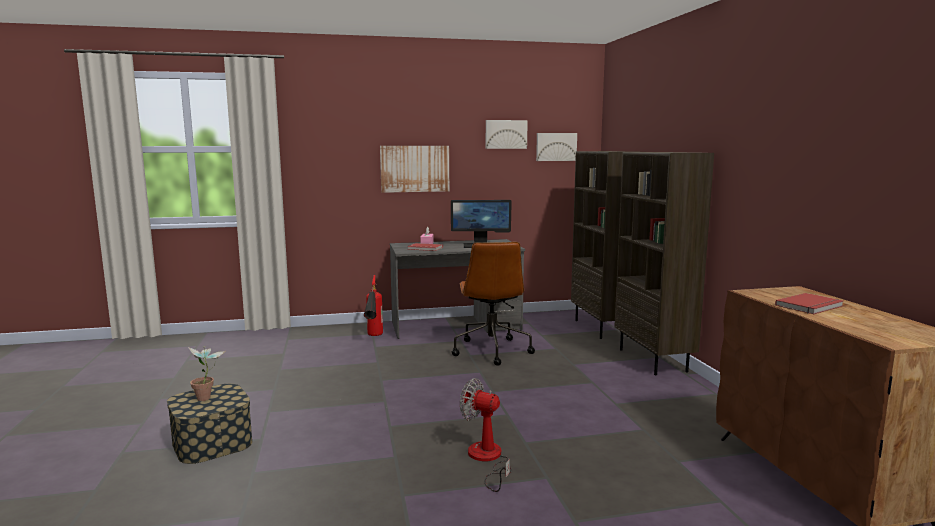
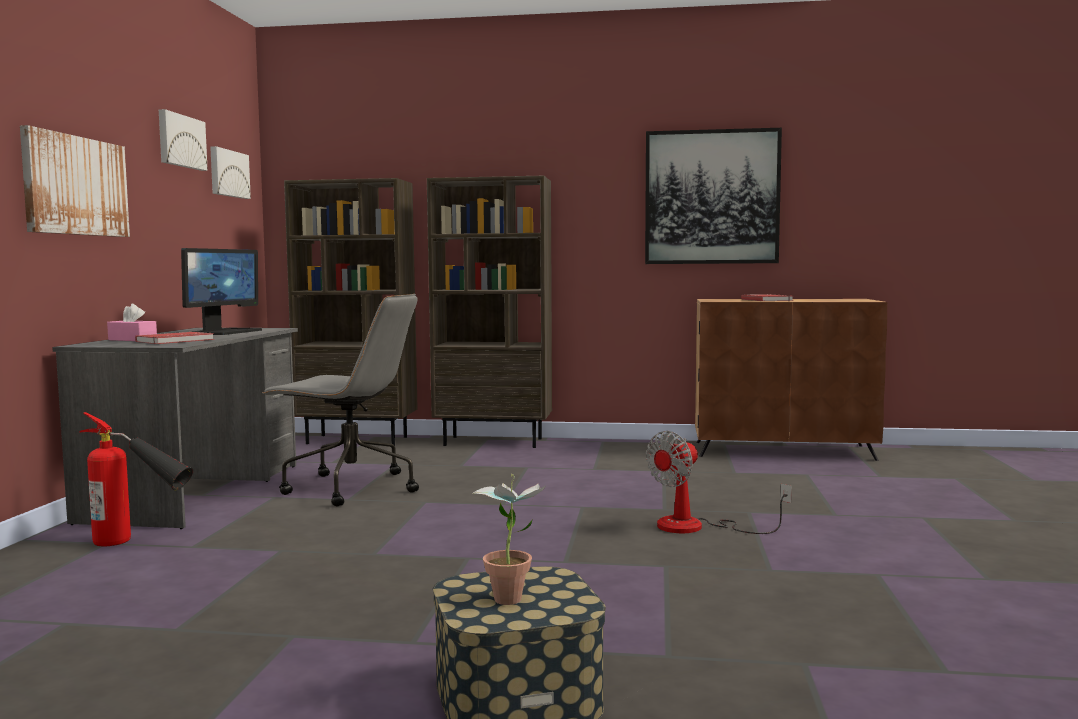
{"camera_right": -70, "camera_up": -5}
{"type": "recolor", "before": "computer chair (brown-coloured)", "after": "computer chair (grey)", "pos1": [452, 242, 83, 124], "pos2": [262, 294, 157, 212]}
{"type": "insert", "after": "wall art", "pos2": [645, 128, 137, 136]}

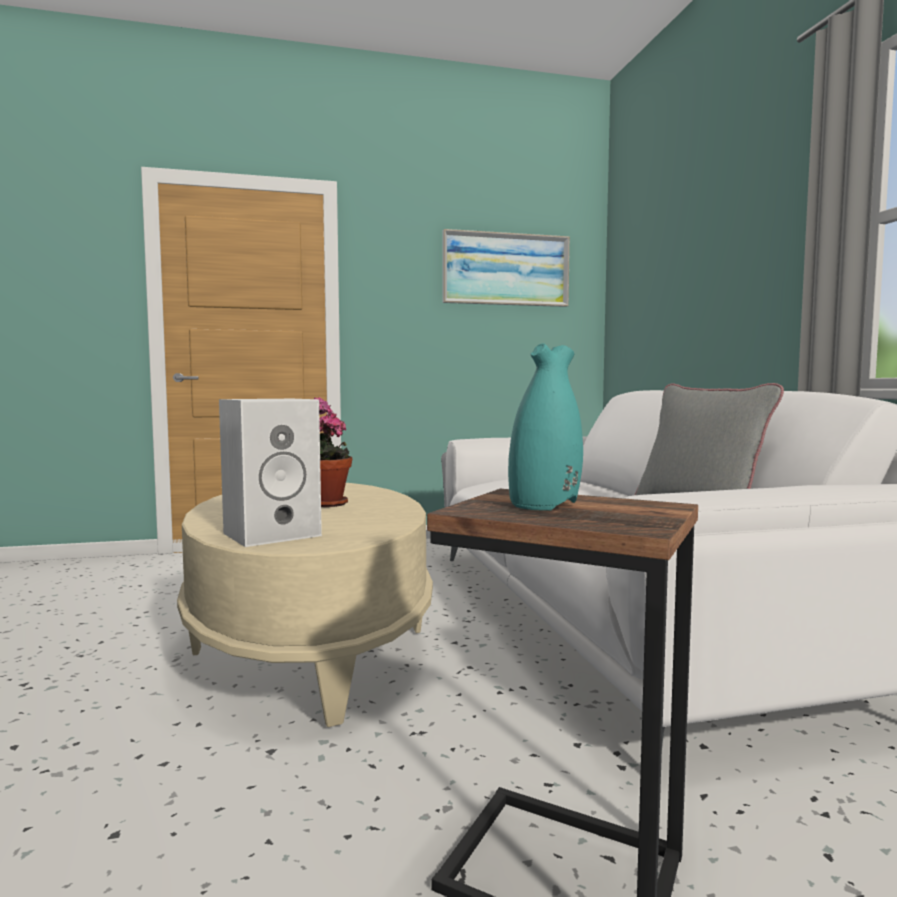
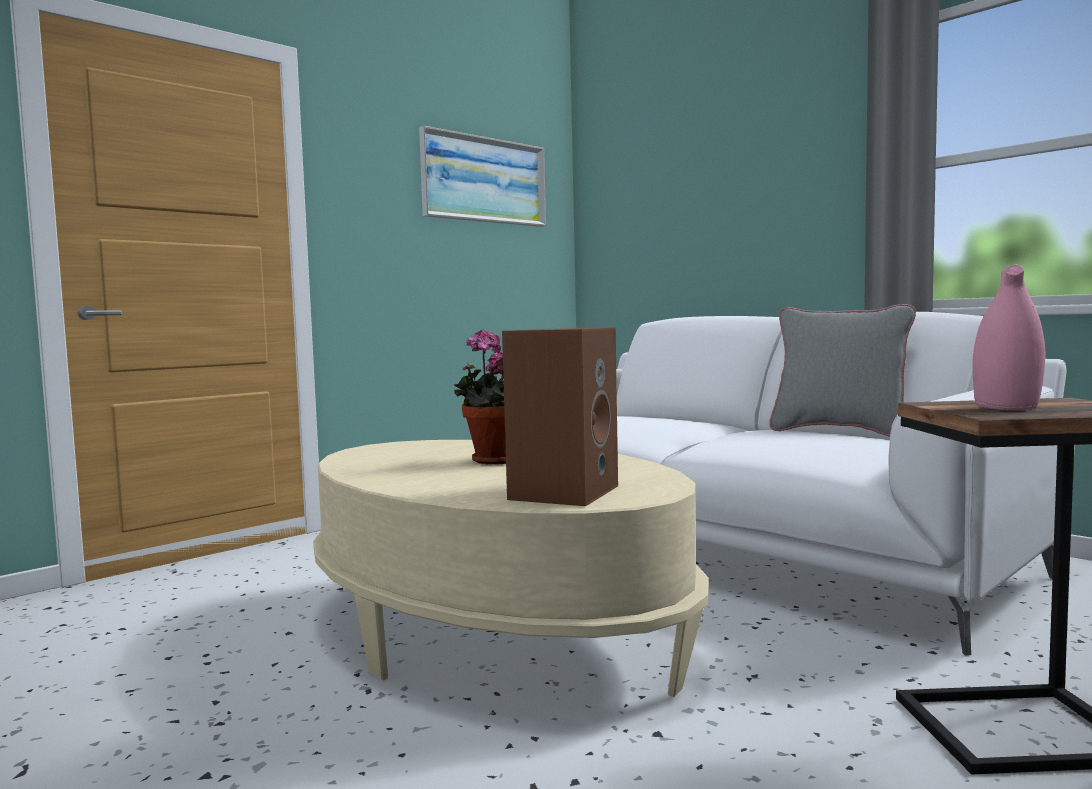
{"camera_right": -30, "camera_up": 0}
{"type": "recolor", "before": "loudspeaker (whitish)", "after": "loudspeaker (brown-coloured)", "pos1": [219, 399, 103, 148], "pos2": [502, 327, 116, 179]}
{"type": "recolor", "before": "vase (blue-green)", "after": "vase (pink)", "pos1": [508, 343, 75, 168], "pos2": [972, 264, 73, 146]}

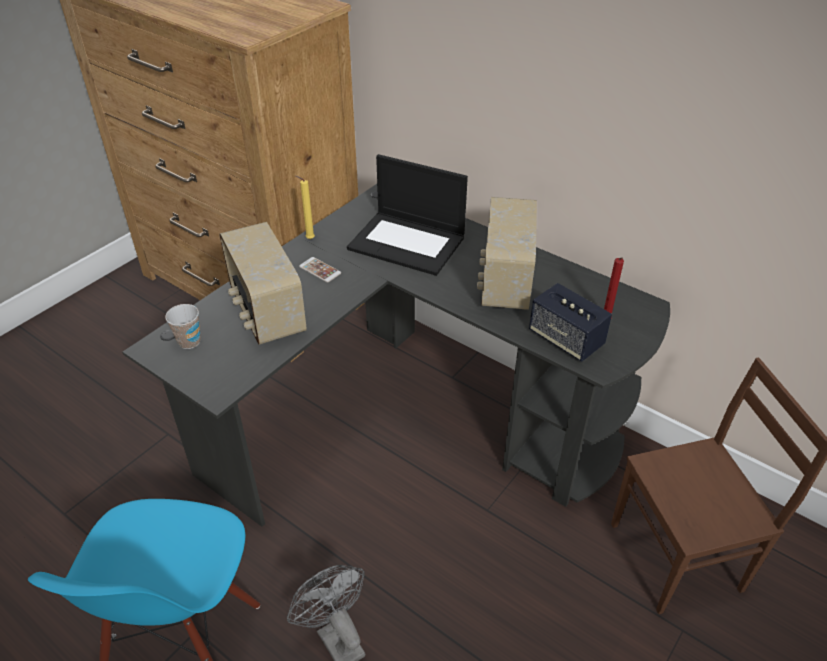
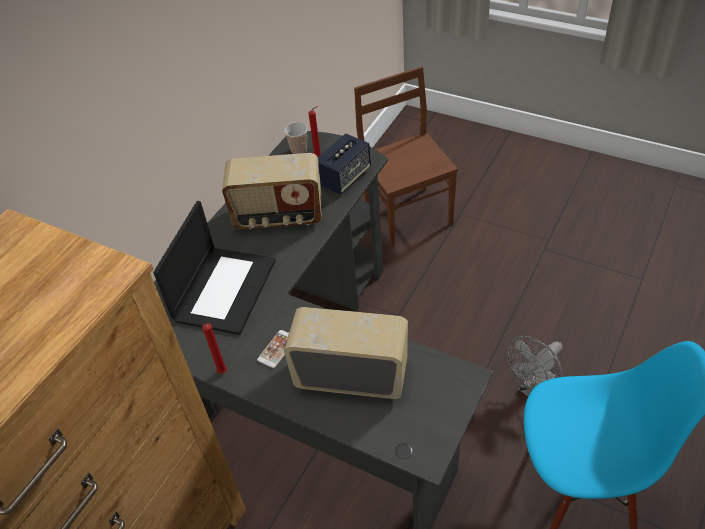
{"camera_right": -95, "camera_up": 5}
{"type": "move", "before": "small cup", "pos1": [165, 304, 35, 45], "pos2": [284, 122, 24, 32]}
{"type": "rotate", "before": "radio", "pos1": [219, 222, 88, 123], "pos2": [284, 307, 124, 92], "turn": -135}
{"type": "recolor", "before": "wax candle (yellowish)", "after": "wax candle (reddish)", "pos1": [296, 176, 19, 63], "pos2": [202, 323, 25, 51]}

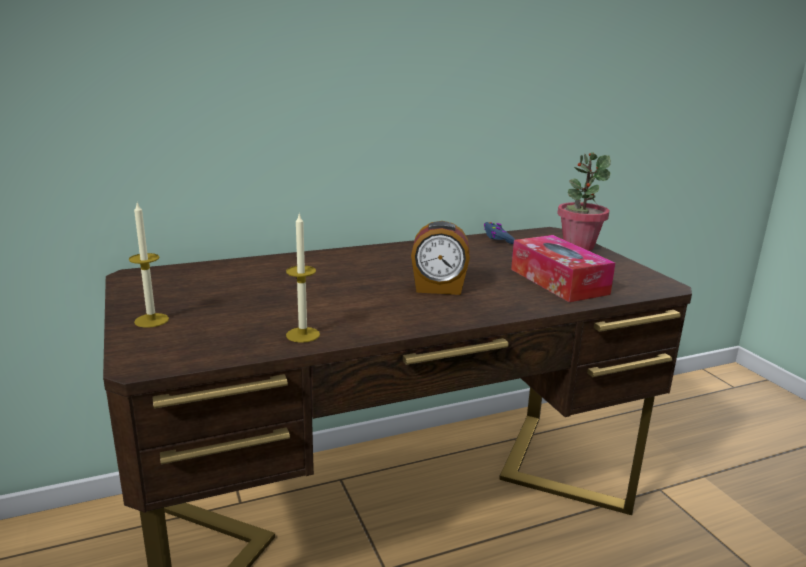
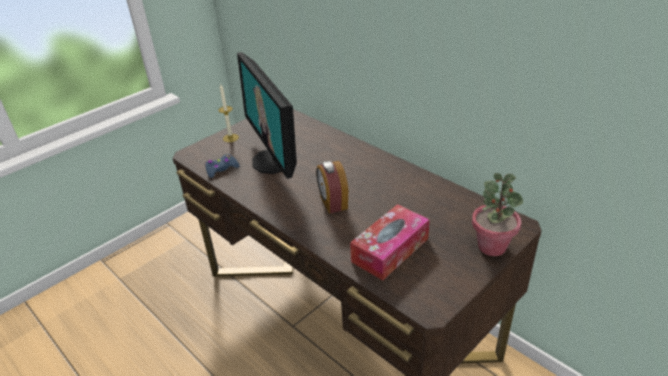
{"camera_right": 70, "camera_up": 15}
{"type": "delete", "before": "wax candle", "pos1": [286, 214, 34, 129]}
{"type": "move", "before": "game controller (blue-coloured)", "pos1": [484, 222, 31, 22], "pos2": [205, 154, 35, 24]}
{"type": "insert", "after": "computer display", "pos2": [237, 52, 60, 127]}

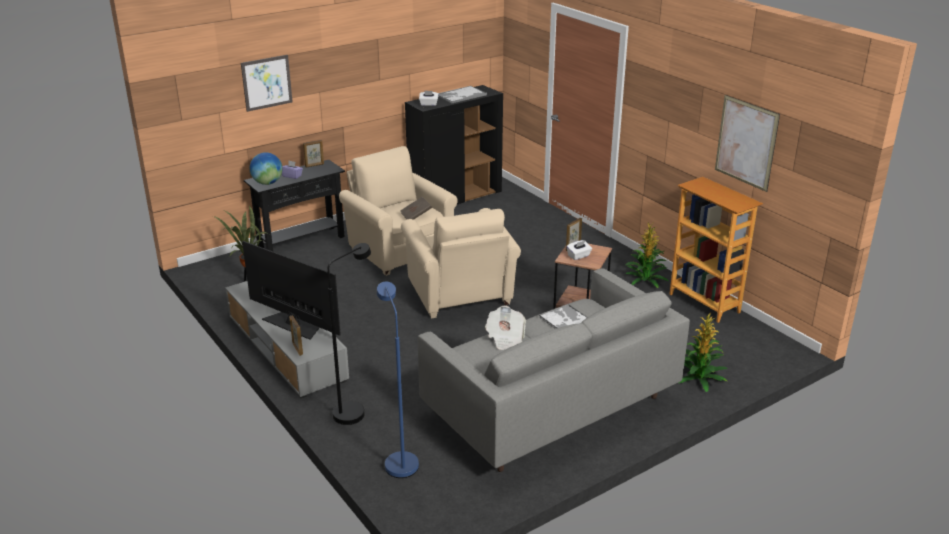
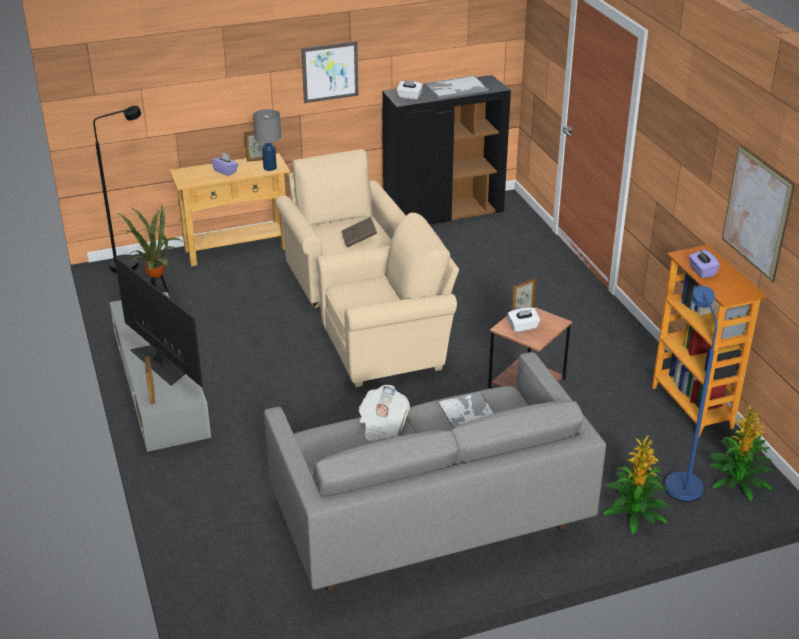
{"camera_right": 15, "camera_up": 5}
{"type": "move", "before": "wall art", "pos1": [241, 55, 52, 57], "pos2": [301, 41, 58, 62]}
{"type": "recolor", "before": "narrow table (black)", "after": "narrow table (sand-coloured)", "pos1": [244, 160, 101, 91], "pos2": [169, 153, 121, 113]}
{"type": "delete", "before": "desk globe", "pos1": [250, 152, 32, 33]}
{"type": "move", "before": "standard lamp (black)", "pos1": [328, 243, 43, 182], "pos2": [93, 106, 48, 167]}
{"type": "move", "before": "standard lamp (blue-coloured)", "pos1": [377, 281, 42, 197], "pos2": [665, 286, 53, 216]}
{"type": "rotate", "before": "easy chair (sand-coloured)", "pos1": [401, 208, 120, 111], "pos2": [316, 213, 143, 174], "turn": -105}
{"type": "move", "before": "potted plant", "pos1": [625, 222, 44, 66], "pos2": [709, 404, 64, 97]}
{"type": "insert", "after": "tabletop lamp (grey)", "pos2": [253, 109, 28, 62]}
{"type": "insert", "after": "box of tissues (purple-coloured)", "pos2": [689, 249, 31, 29]}

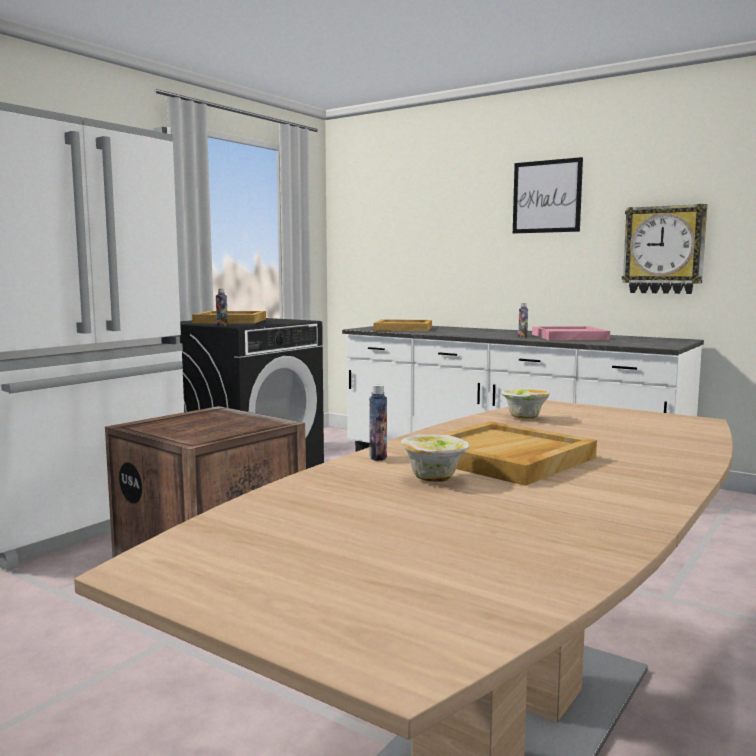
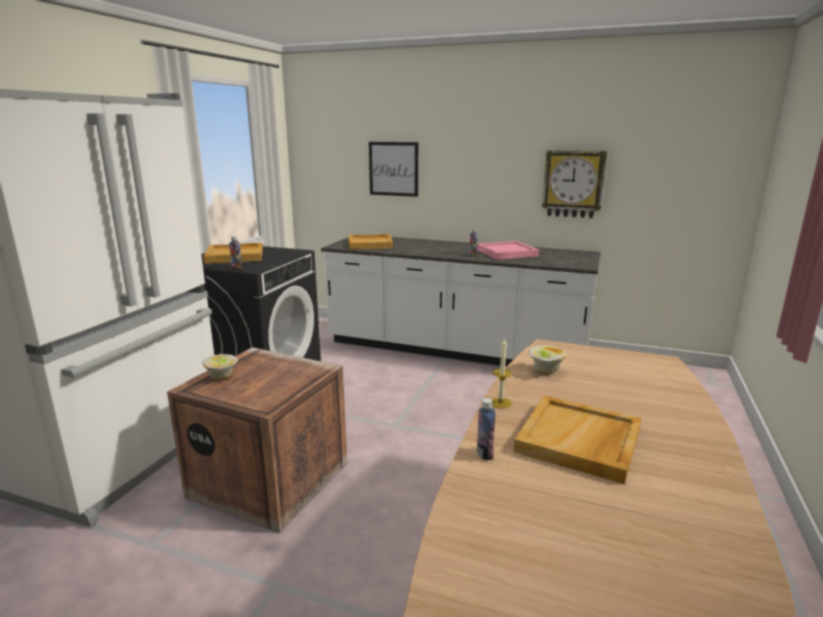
{"camera_right": -15, "camera_up": 10}
{"type": "move", "before": "serving bowl", "pos1": [401, 434, 69, 48], "pos2": [202, 354, 36, 26]}
{"type": "move", "before": "wall art", "pos1": [513, 157, 70, 77], "pos2": [369, 142, 49, 55]}
{"type": "insert", "after": "wax candle", "pos2": [491, 337, 21, 72]}

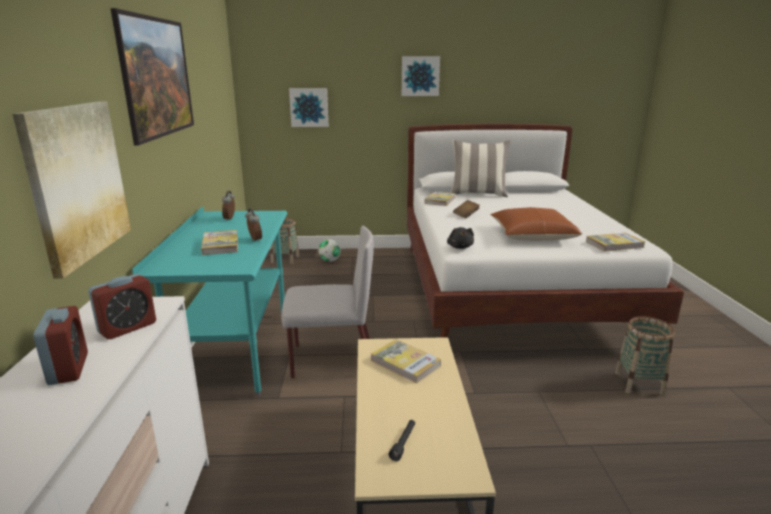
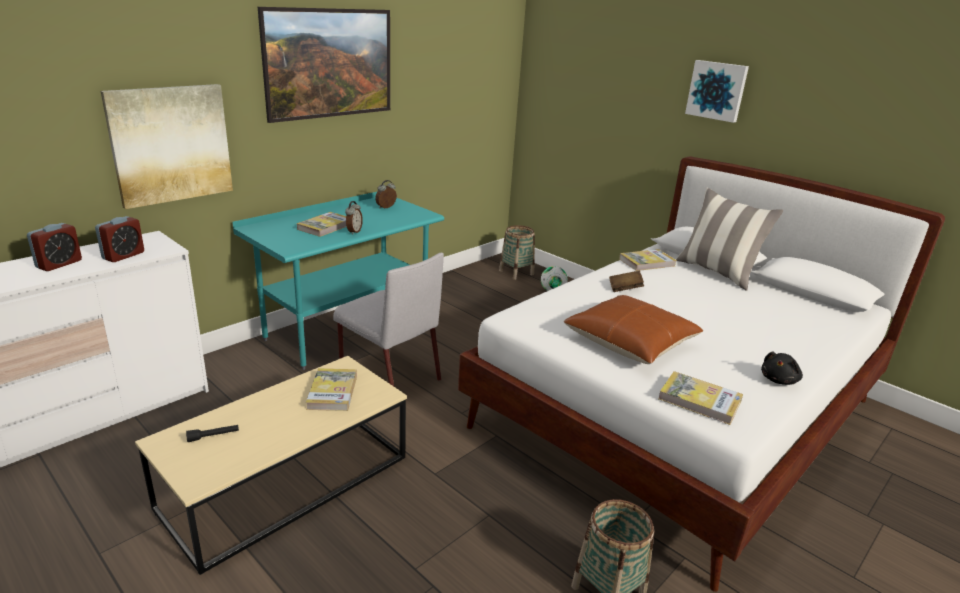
{"camera_right": 45, "camera_up": 5}
{"type": "rotate", "before": "table clock", "pos1": [88, 274, 68, 65], "pos2": [95, 216, 49, 46], "turn": -60}
{"type": "delete", "before": "wall art", "pos1": [289, 88, 39, 39]}
{"type": "move", "before": "cuddly toy (black)", "pos1": [447, 227, 27, 22], "pos2": [761, 351, 42, 34]}

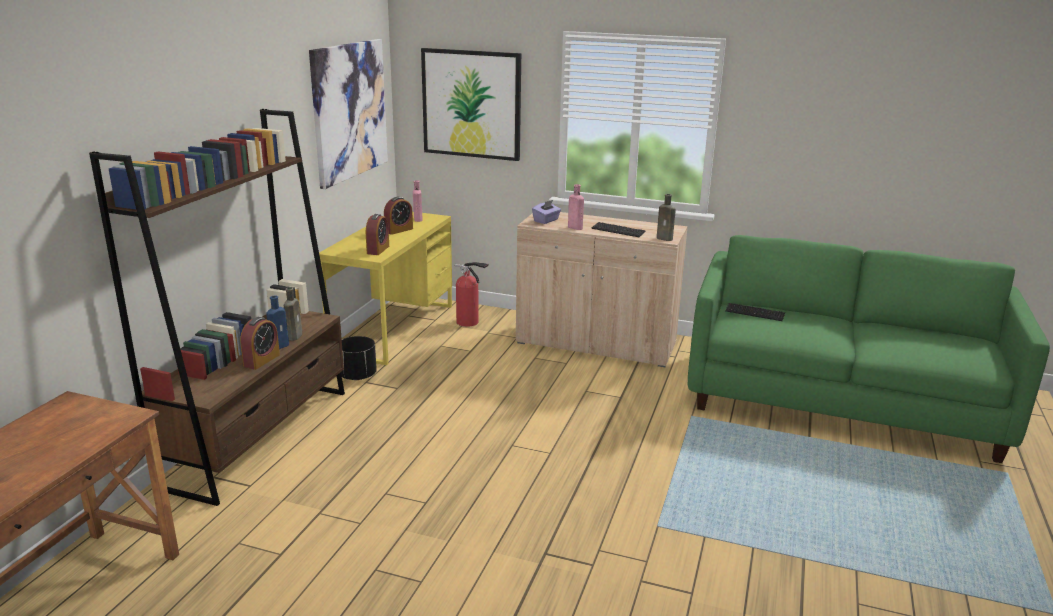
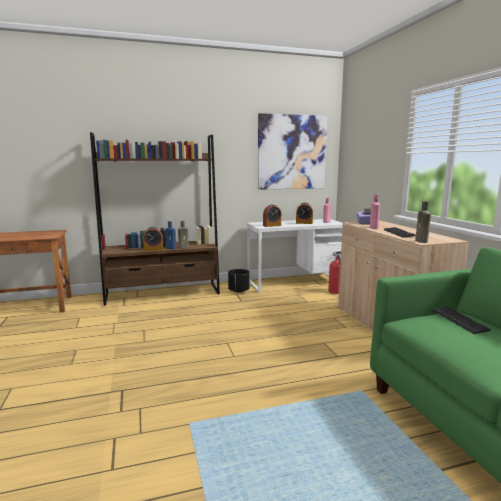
{"camera_right": 55, "camera_up": -10}
{"type": "recolor", "before": "desk (yellowish)", "after": "desk (whitish)", "pos1": [319, 212, 133, 153], "pos2": [247, 219, 96, 73]}
{"type": "delete", "before": "wall art", "pos1": [421, 48, 100, 113]}

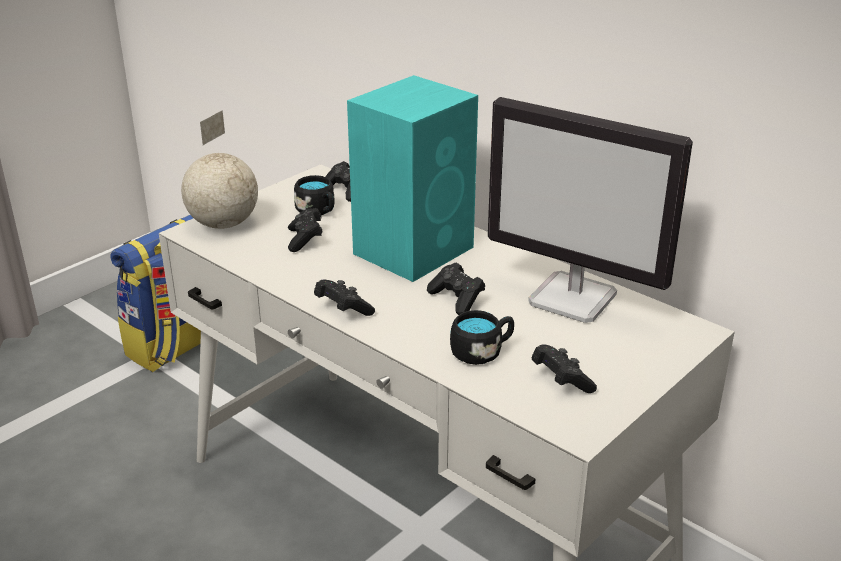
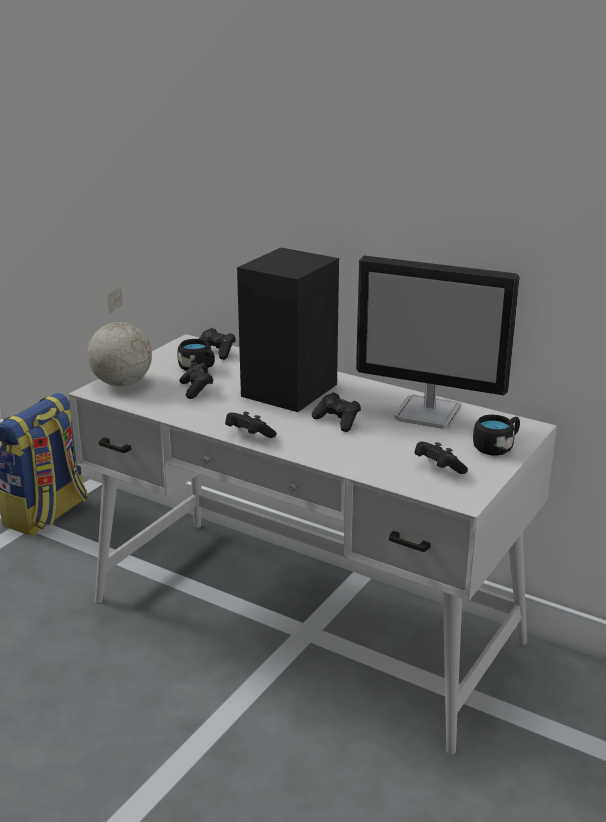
{"camera_right": -10, "camera_up": -5}
{"type": "recolor", "before": "loudspeaker (blue-green)", "after": "loudspeaker (black)", "pos1": [347, 75, 131, 207], "pos2": [237, 248, 102, 164]}
{"type": "move", "before": "tea mug (black)", "pos1": [450, 310, 64, 55], "pos2": [473, 415, 47, 41]}

